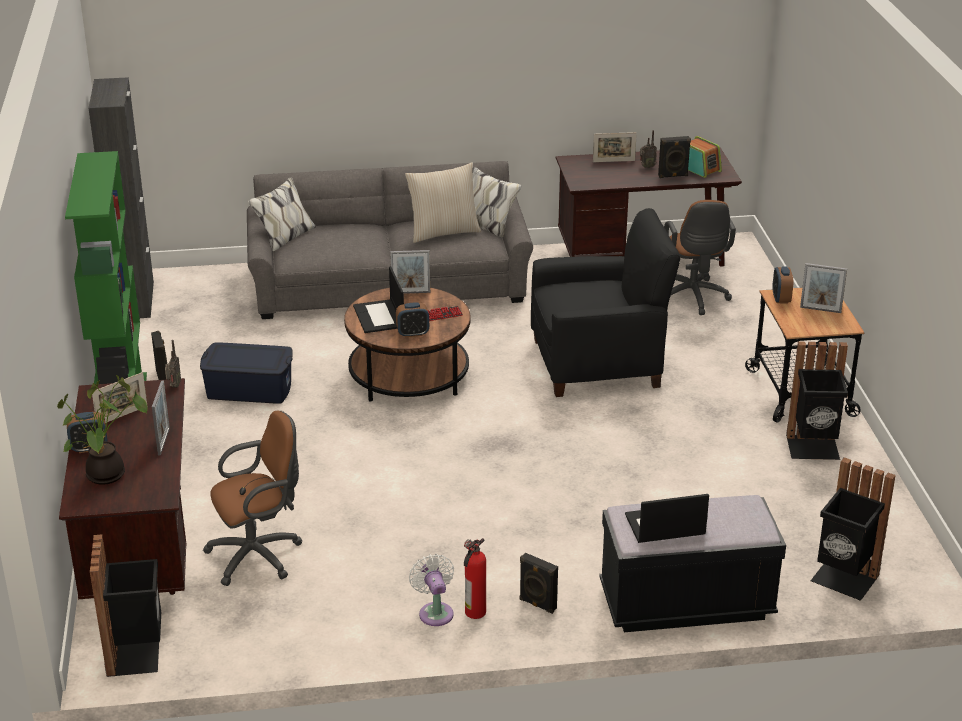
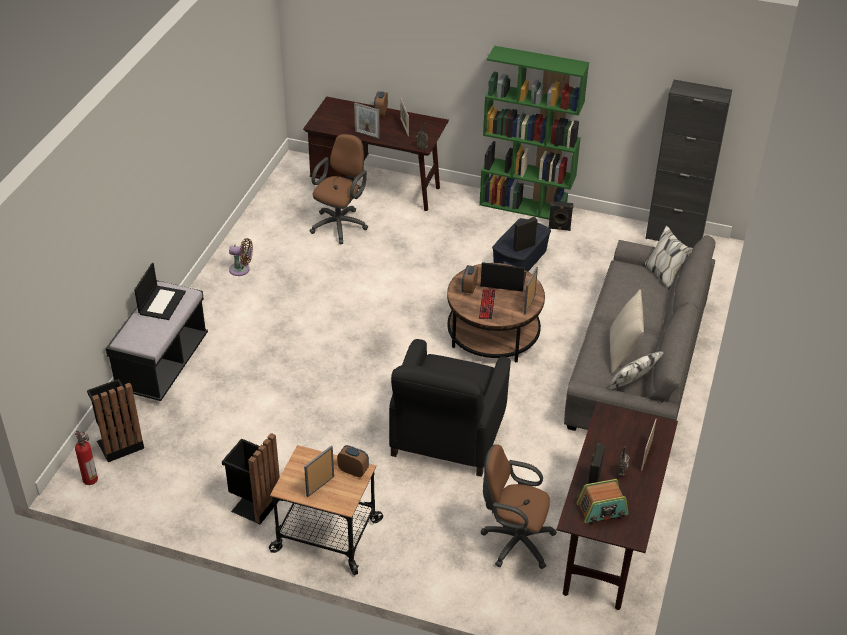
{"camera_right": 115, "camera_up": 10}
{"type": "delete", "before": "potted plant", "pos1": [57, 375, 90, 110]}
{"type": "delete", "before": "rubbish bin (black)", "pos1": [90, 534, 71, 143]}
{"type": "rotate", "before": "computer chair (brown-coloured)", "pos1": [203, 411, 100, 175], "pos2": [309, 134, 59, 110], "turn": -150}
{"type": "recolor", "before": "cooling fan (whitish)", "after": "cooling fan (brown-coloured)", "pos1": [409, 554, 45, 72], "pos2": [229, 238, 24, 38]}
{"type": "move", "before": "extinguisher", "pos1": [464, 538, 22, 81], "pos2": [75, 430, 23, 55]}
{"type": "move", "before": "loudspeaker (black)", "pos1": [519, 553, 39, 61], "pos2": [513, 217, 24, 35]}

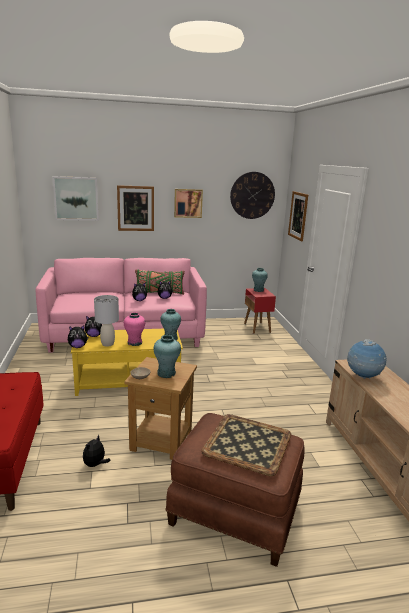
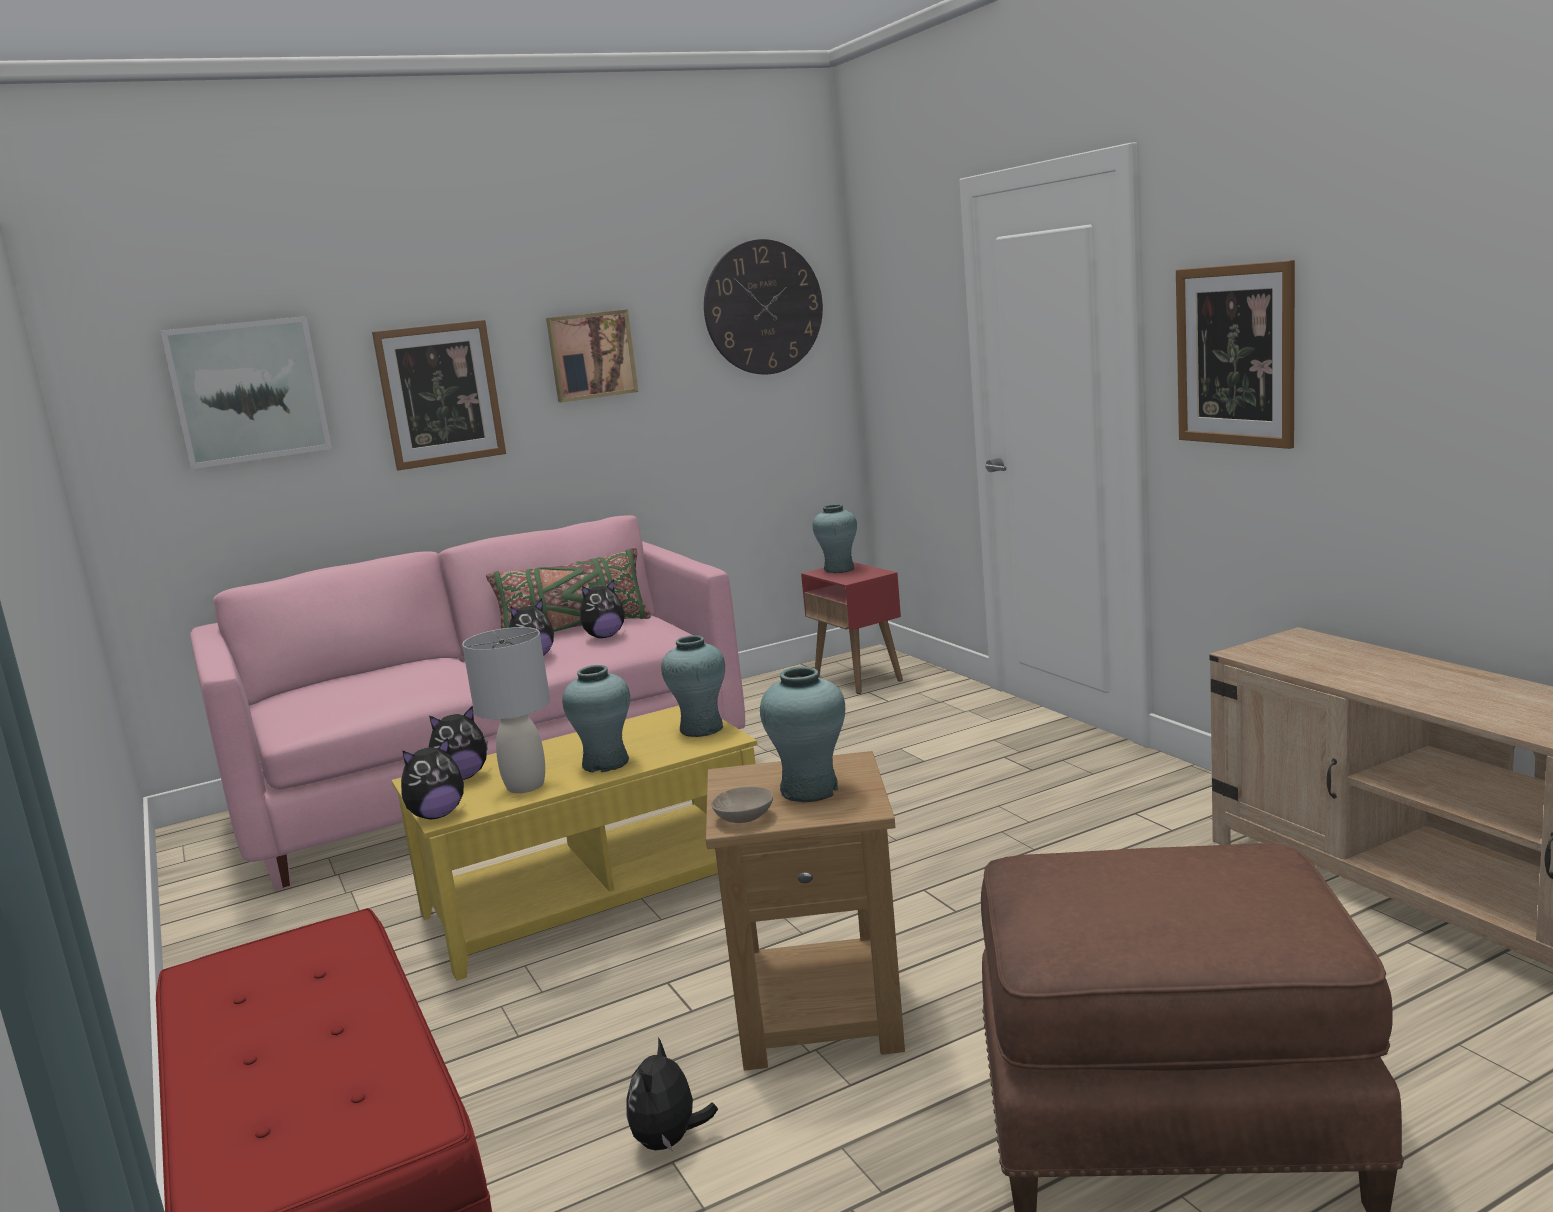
{"camera_right": -15, "camera_up": -5}
{"type": "recolor", "before": "vase (pink)", "after": "vase (blue-green)", "pos1": [124, 312, 21, 34], "pos2": [562, 665, 68, 107]}
{"type": "delete", "before": "carrying tray", "pos1": [201, 414, 90, 62]}
{"type": "move", "before": "wall art", "pos1": [288, 191, 20, 51], "pos2": [1176, 260, 119, 189]}
{"type": "delete", "before": "desk globe", "pos1": [347, 339, 40, 40]}

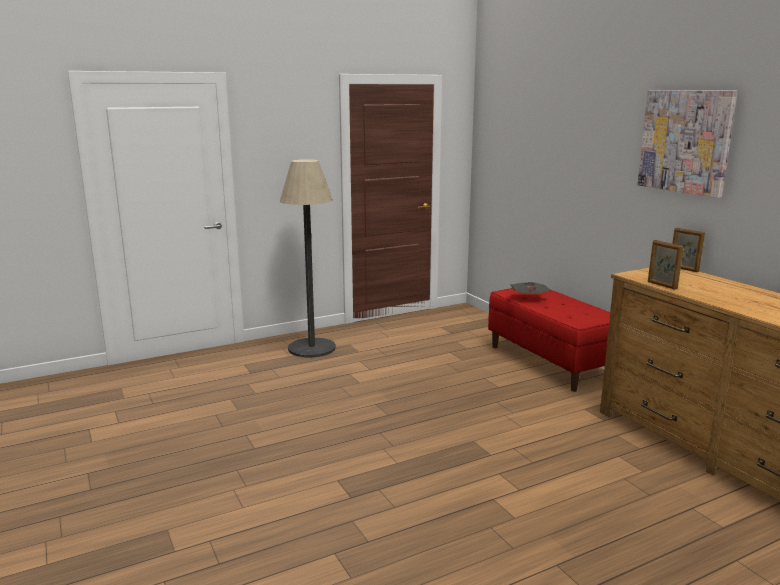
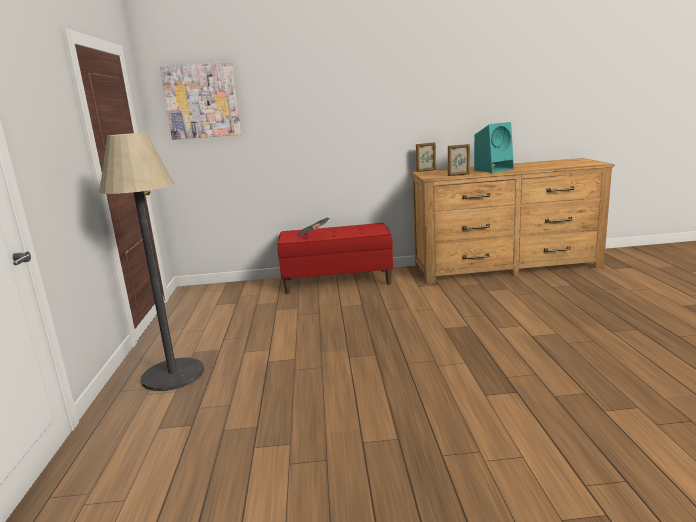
{"camera_right": -65, "camera_up": 0}
{"type": "move", "before": "wall art", "pos1": [638, 90, 100, 108], "pos2": [160, 62, 81, 78]}
{"type": "insert", "after": "loudspeaker (blue-green)", "pos2": [474, 122, 40, 51]}

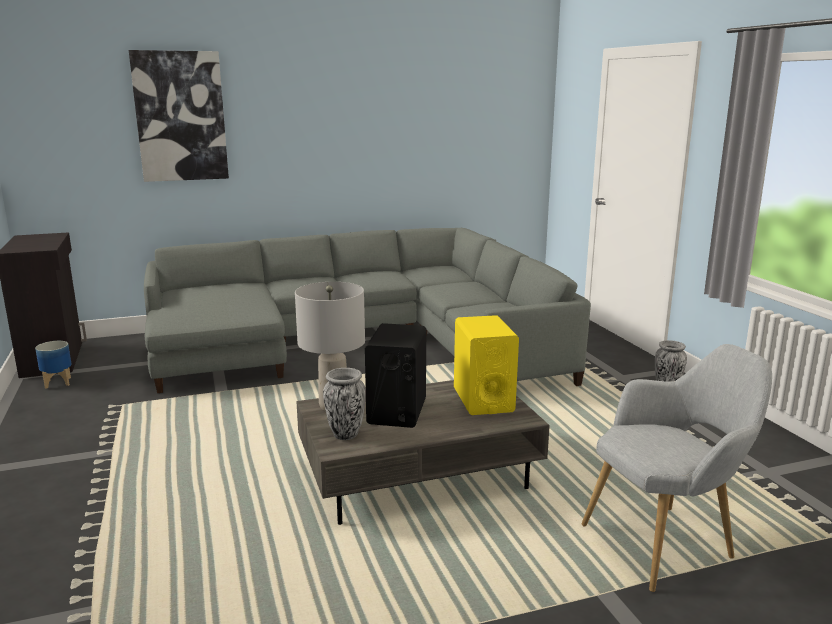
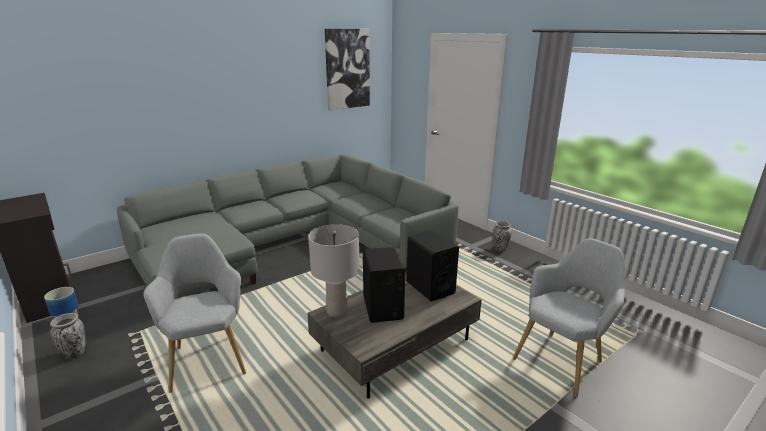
{"camera_right": -20, "camera_up": 5}
{"type": "move", "before": "wall art", "pos1": [129, 50, 100, 132], "pos2": [325, 29, 45, 81]}
{"type": "move", "before": "vase", "pos1": [323, 368, 43, 72], "pos2": [50, 313, 36, 46]}
{"type": "recolor", "before": "loudspeaker (yellowish)", "after": "loudspeaker (black)", "pos1": [454, 315, 65, 100], "pos2": [406, 230, 53, 71]}
{"type": "insert", "after": "easy chair (grey)", "pos2": [143, 233, 103, 160]}

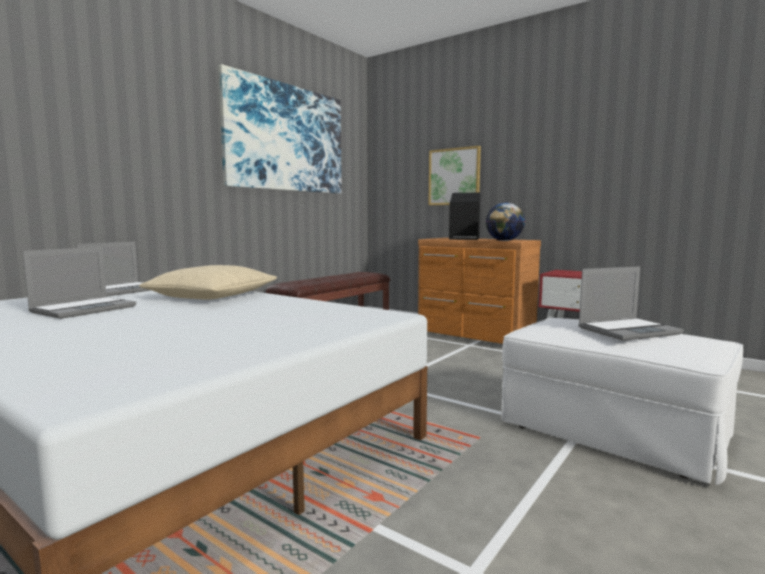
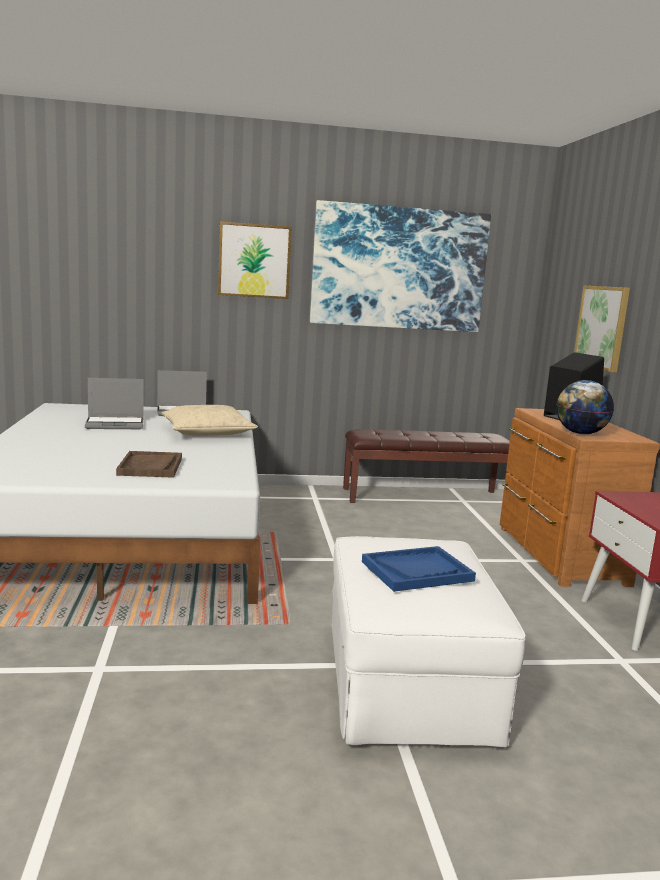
{"camera_right": 45, "camera_up": 5}
{"type": "replace", "before": "notebook computer", "after": "carrying tray (blue-coloured)", "pos1": [578, 266, 106, 75], "pos2": [362, 546, 114, 46]}
{"type": "insert", "after": "carrying tray (brown-coloured)", "pos2": [116, 451, 66, 27]}
{"type": "insert", "after": "wall art", "pos2": [218, 222, 74, 77]}

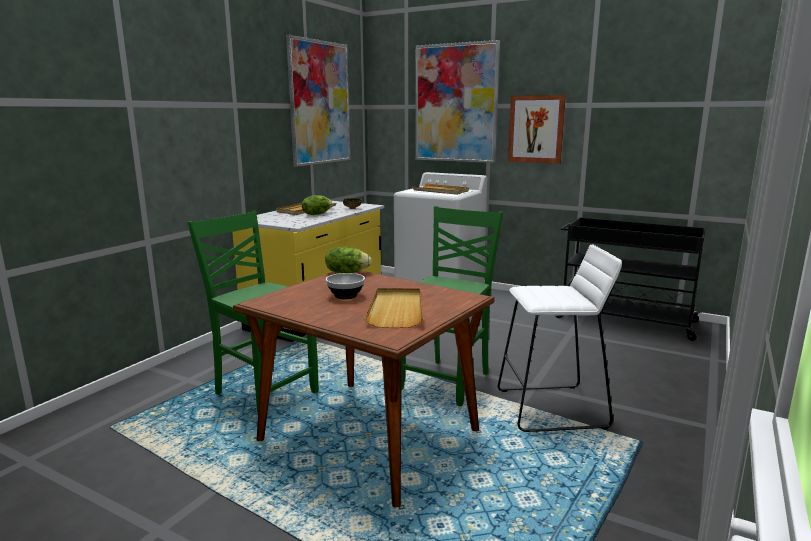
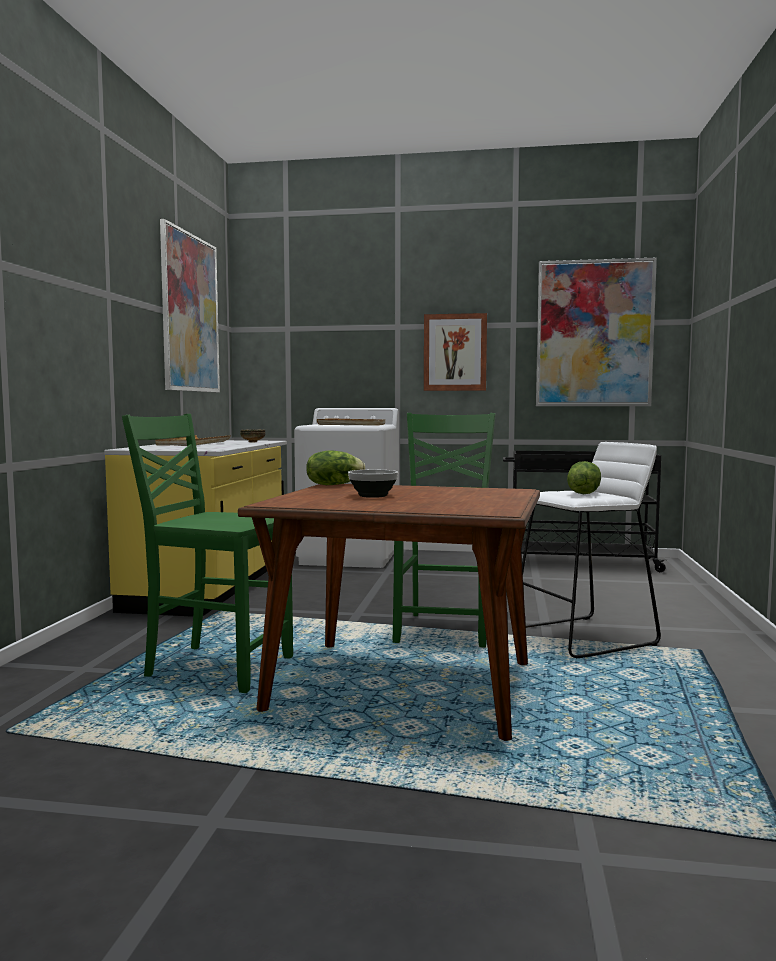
{"camera_right": -20, "camera_up": -10}
{"type": "move", "before": "lettuce head", "pos1": [302, 195, 30, 20], "pos2": [567, 461, 34, 33]}
{"type": "delete", "before": "carrying tray (sand-coloured)", "pos1": [364, 288, 59, 40]}
{"type": "move", "before": "wall art", "pos1": [415, 40, 85, 123], "pos2": [536, 257, 121, 149]}

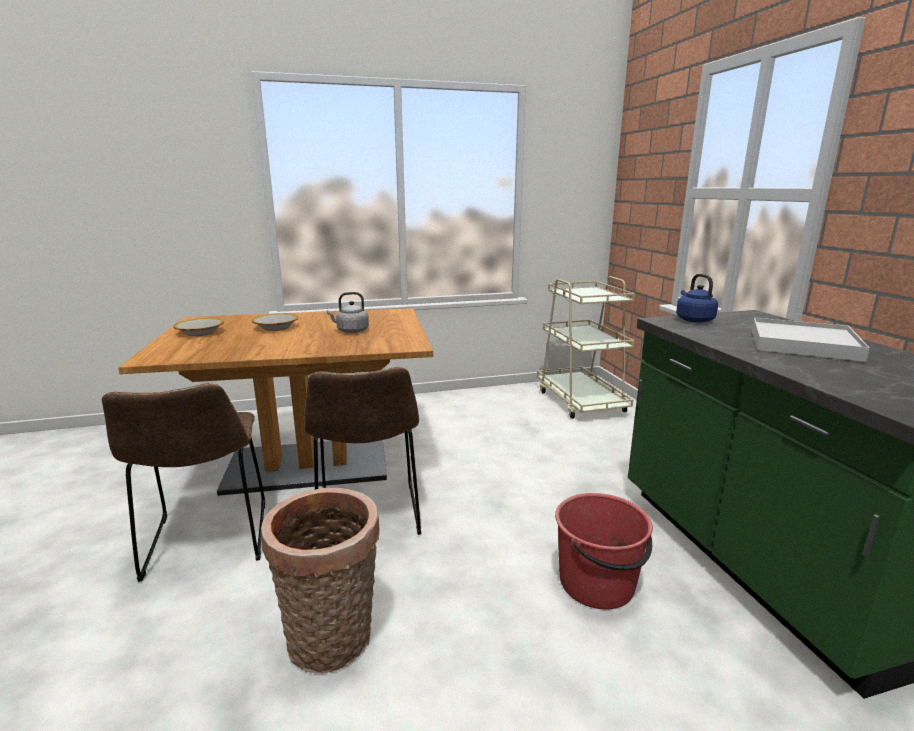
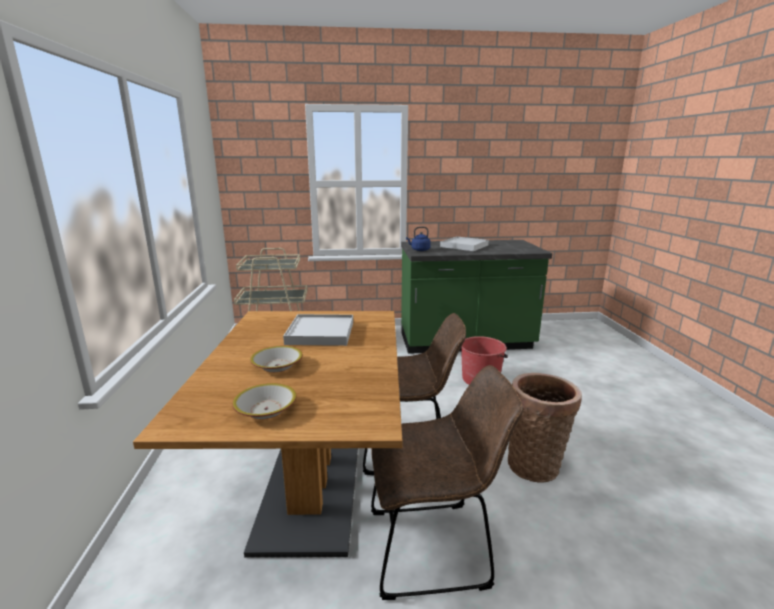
{"camera_right": -80, "camera_up": 0}
{"type": "replace", "before": "water kettle (grey)", "after": "carrying tray (whitish)", "pos1": [327, 292, 42, 41], "pos2": [283, 314, 70, 32]}

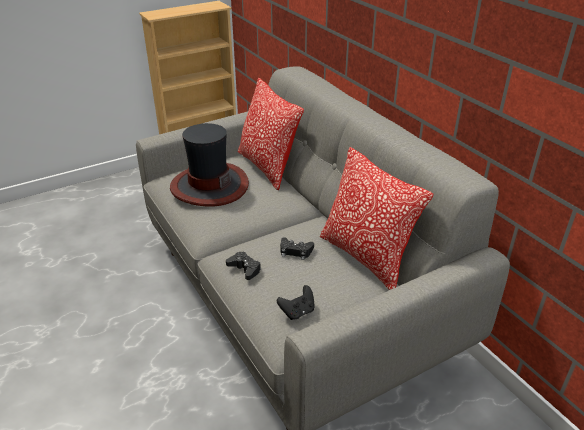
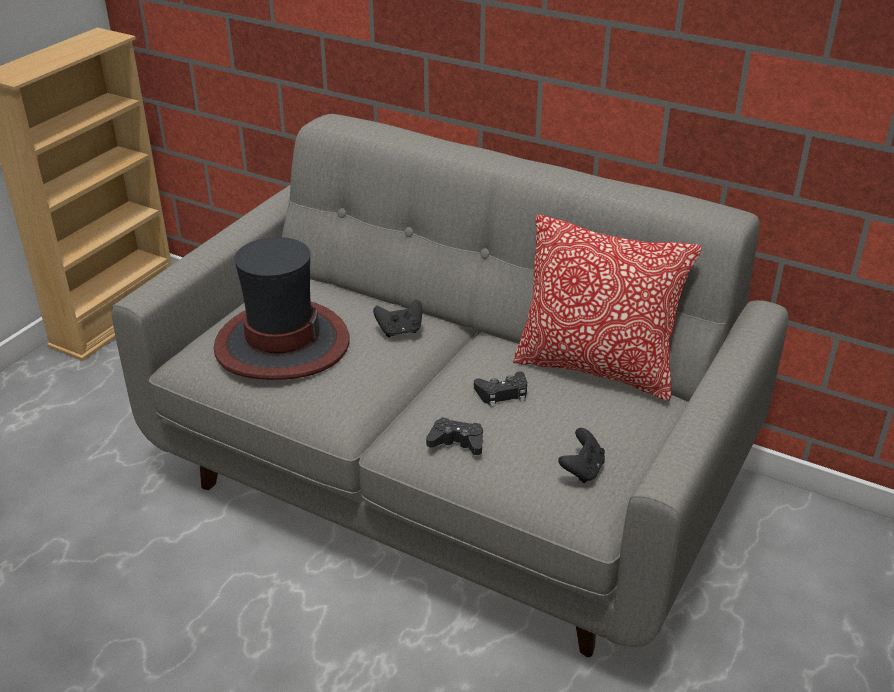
{"camera_right": -30, "camera_up": 0}
{"type": "delete", "before": "cushion", "pos1": [238, 78, 66, 112]}
{"type": "insert", "after": "game controller (black)", "pos2": [373, 299, 49, 38]}

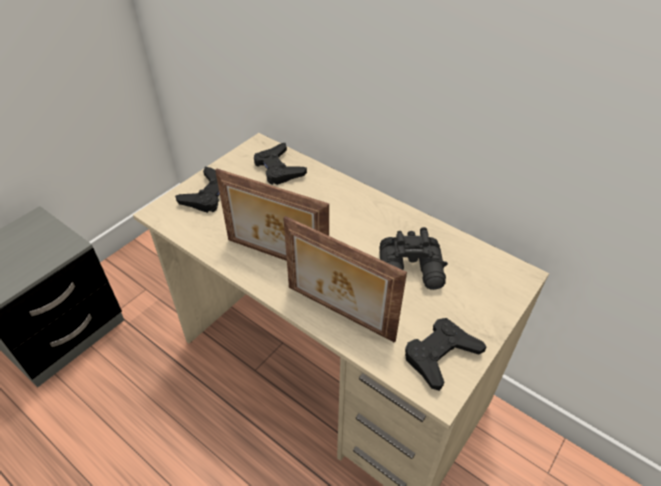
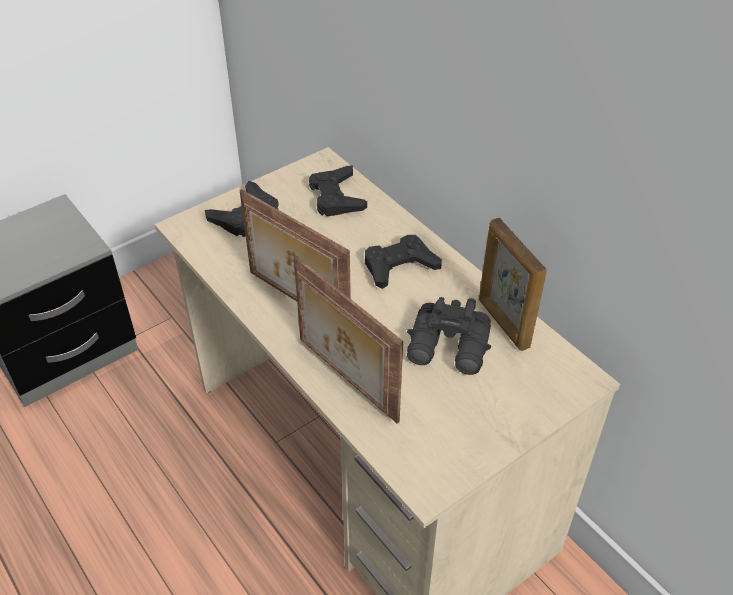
{"camera_right": 15, "camera_up": 0}
{"type": "move", "before": "game controller (black)", "pos1": [405, 318, 81, 73], "pos2": [365, 235, 77, 54]}
{"type": "insert", "after": "standing frame", "pos2": [479, 218, 68, 133]}

